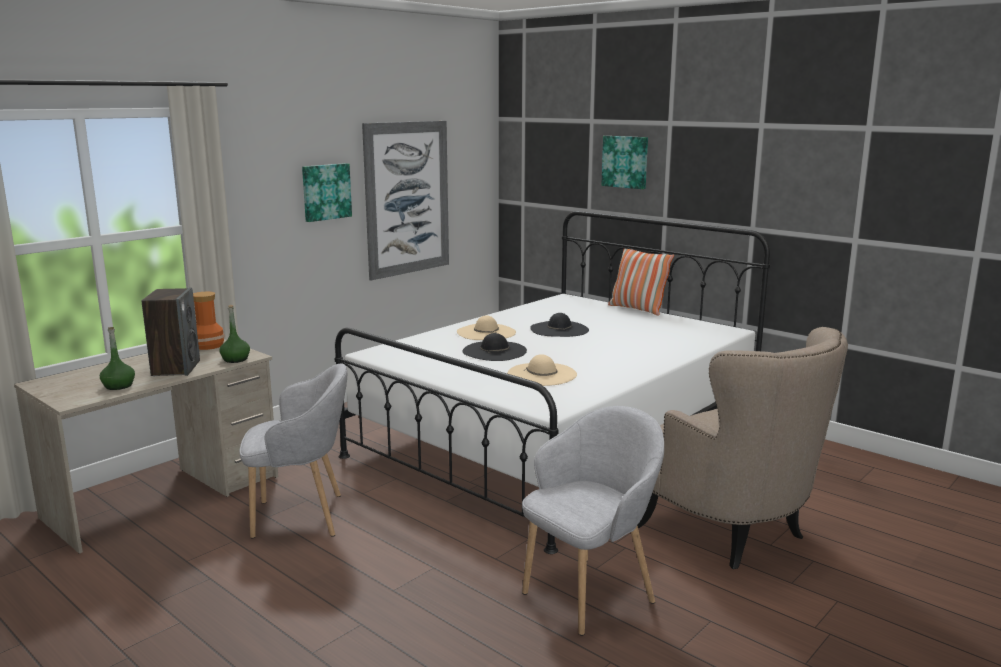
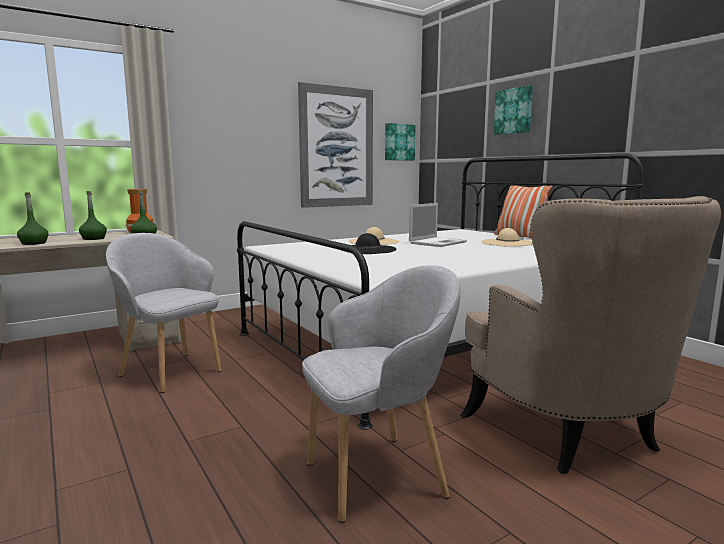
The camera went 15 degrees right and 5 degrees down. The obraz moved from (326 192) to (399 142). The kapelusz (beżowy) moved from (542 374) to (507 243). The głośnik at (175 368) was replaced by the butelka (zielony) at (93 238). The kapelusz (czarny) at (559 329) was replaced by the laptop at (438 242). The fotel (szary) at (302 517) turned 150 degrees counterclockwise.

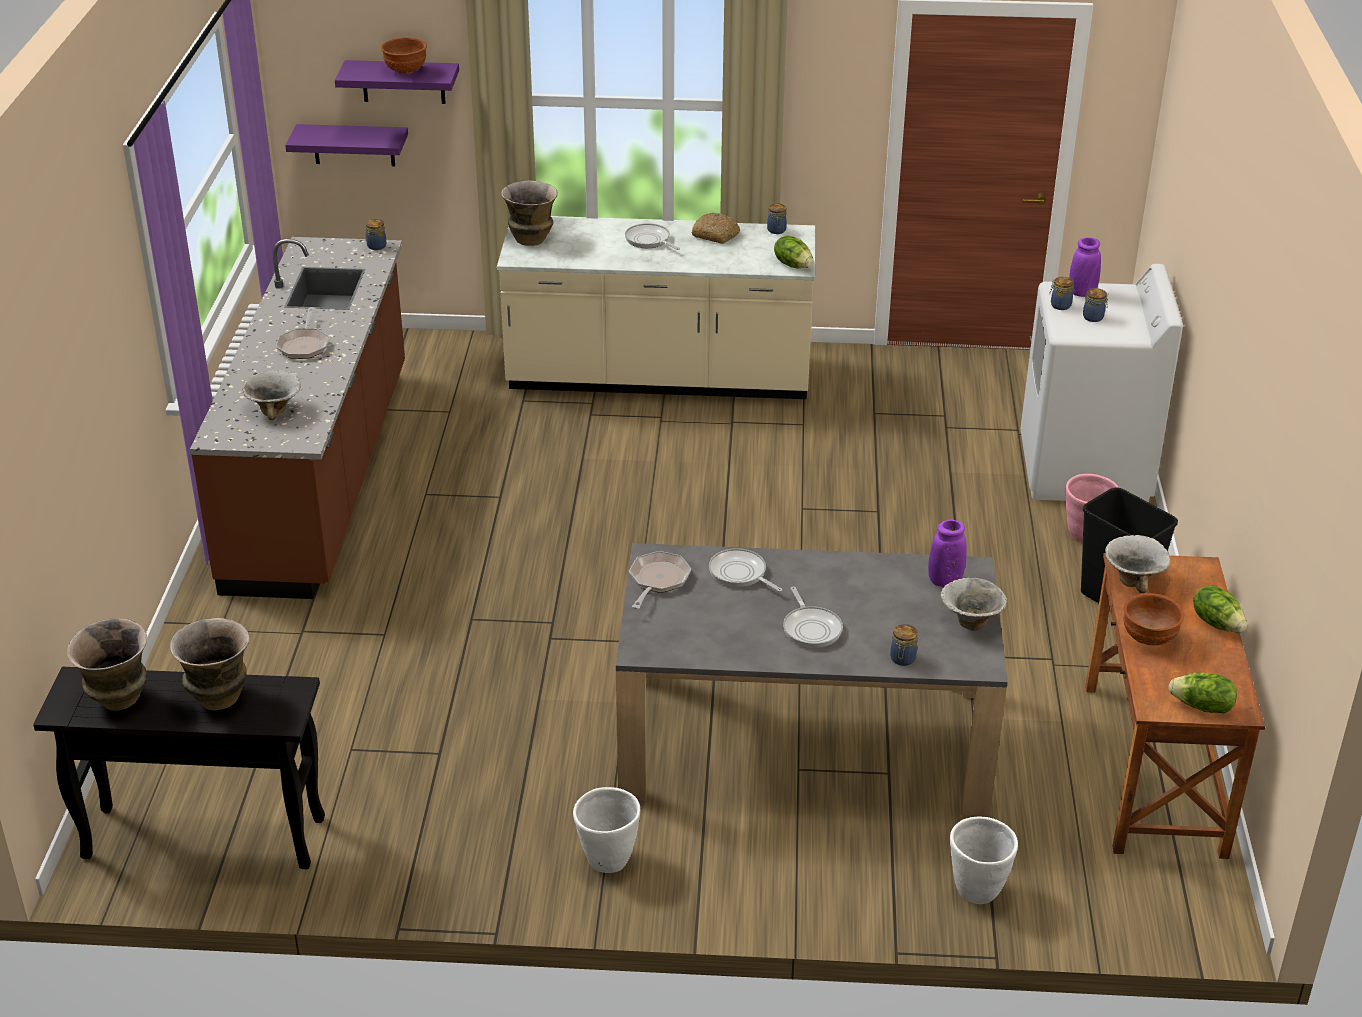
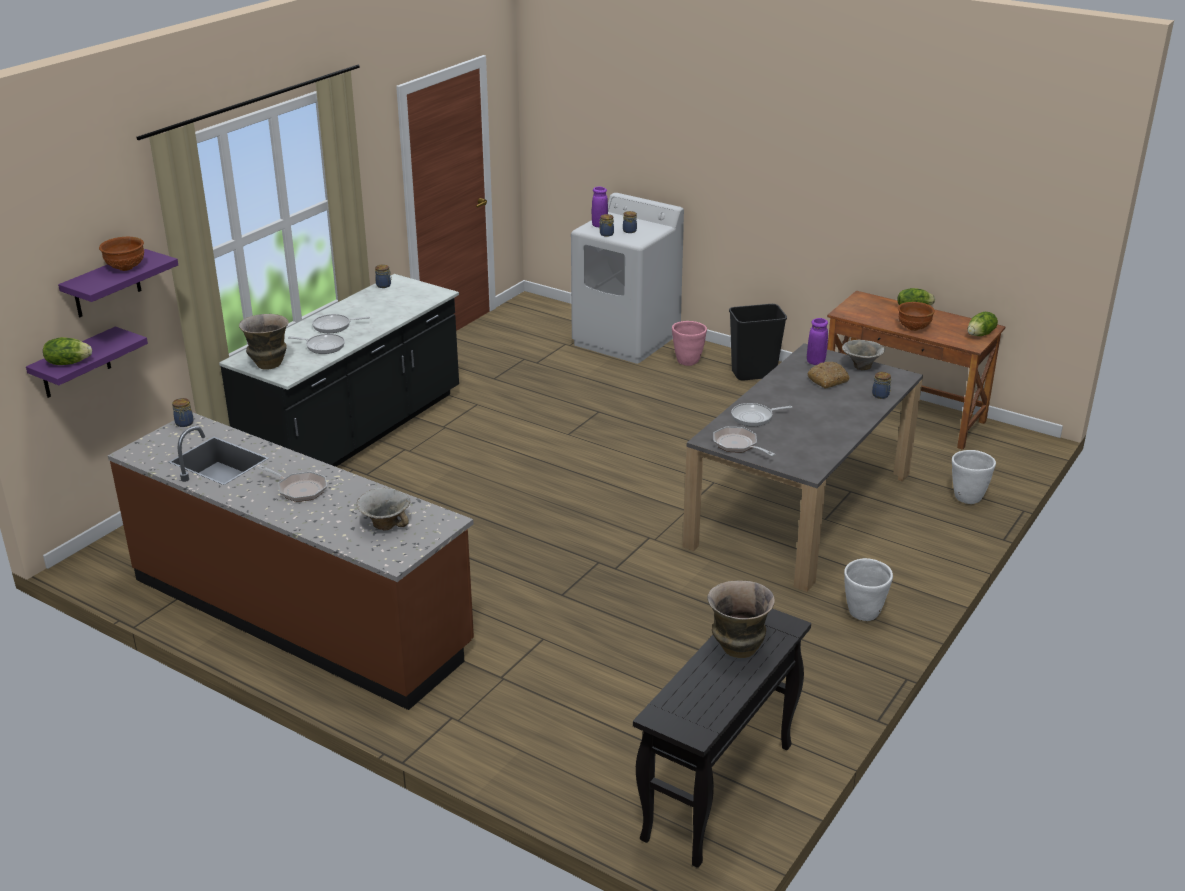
The camera went 60 degrees left and 5 degrees down. The wazon at (119 700) disappeared. The miska at (1134 580) disappeared. The chleb moved from (716 235) to (828 380). The sałata moved from (793 265) to (68 363). The patelnia moved from (811 628) to (323 346). The zabudowa kuchenna (beżowy) at (659 378) became the zabudowa kuchenna (czarny) at (356 435).

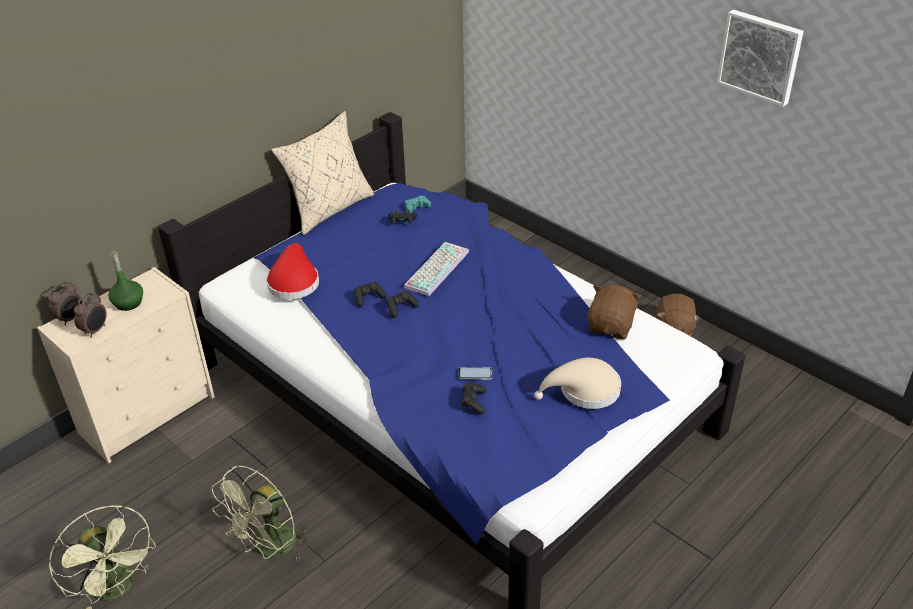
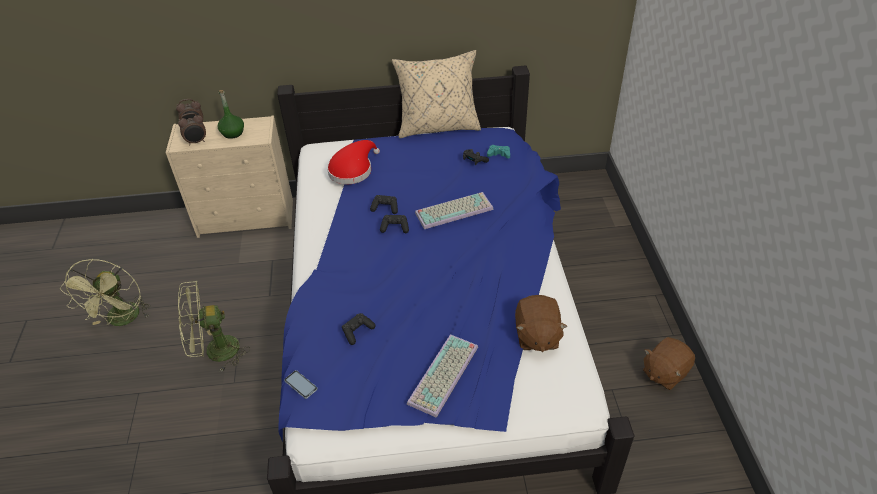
The camera went 40 degrees right and 5 degrees up. The obraz at (760 56) disappeared. The telefon moved from (475 374) to (301 385). The kapelusz (beżowy) at (584 391) was replaced by the klawiatura at (444 376). The pluszak (brązowy) at (611 327) turned 120 degrees clockwise.

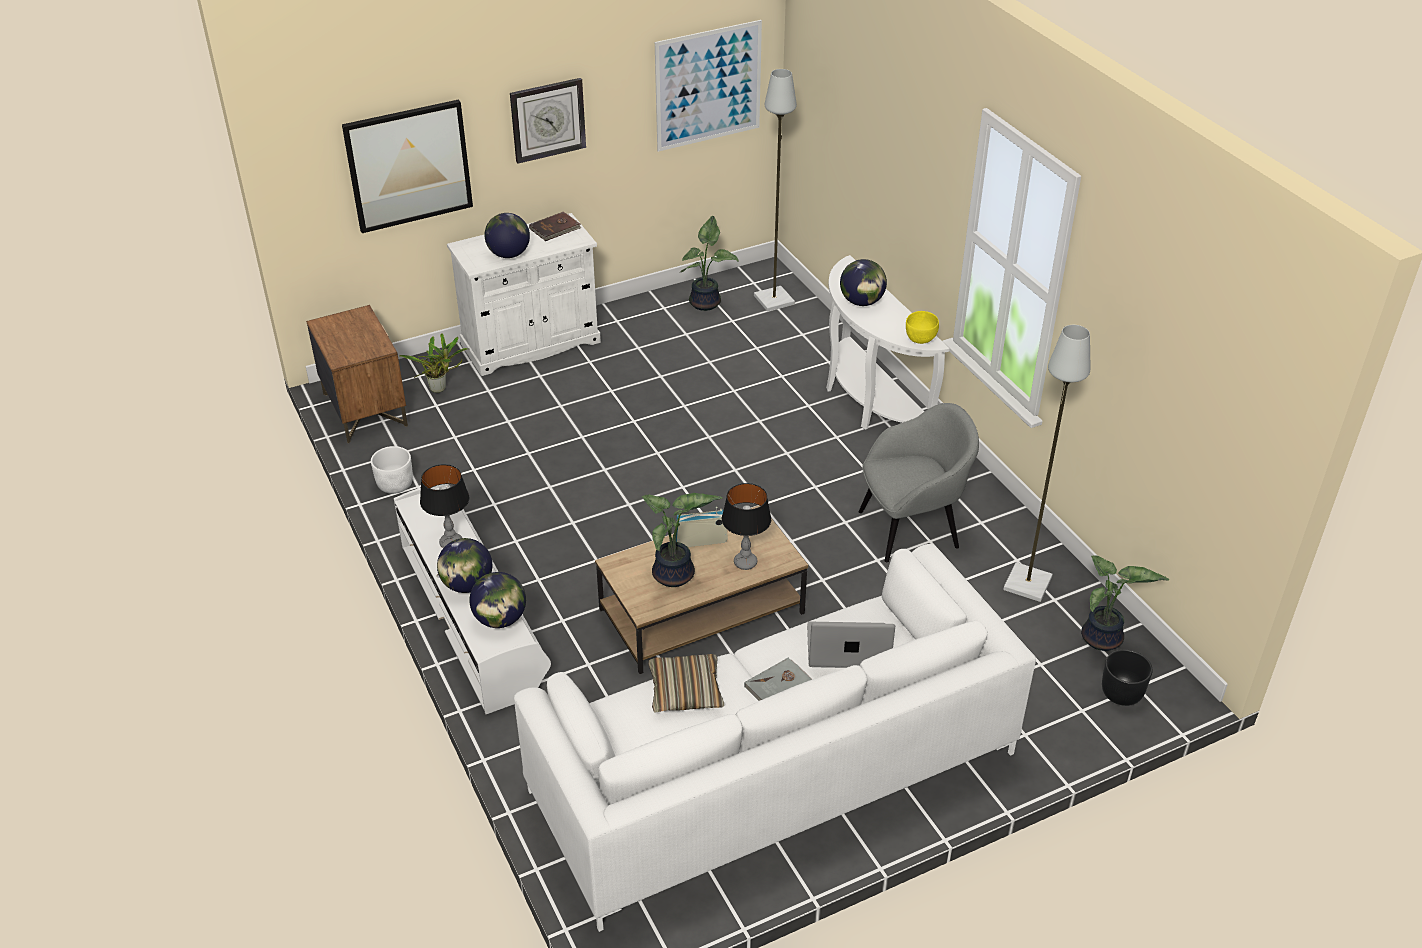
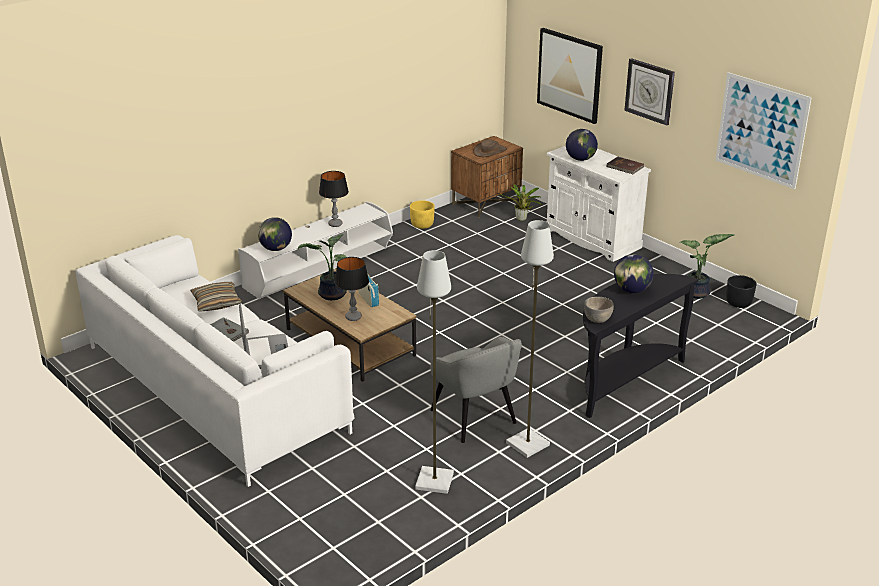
The camera went 75 degrees right and 10 degrees down. The globus at (467 585) disappeared. The roślina doniczkowa at (1103 640) disappeared. The kapelusz (brązowy) at (490 151) appeared. The lampa stojąca (szary) moved from (775 300) to (527 444). The donica (czarny) moved from (1121 693) to (738 303). The donica (biały) at (395 484) became the donica (żółty) at (422 225). The stolik konsolowy (biały) at (867 401) became the stolik konsolowy (czarny) at (623 380). The miska (żółty) at (920 339) became the miska (szary) at (597 320).

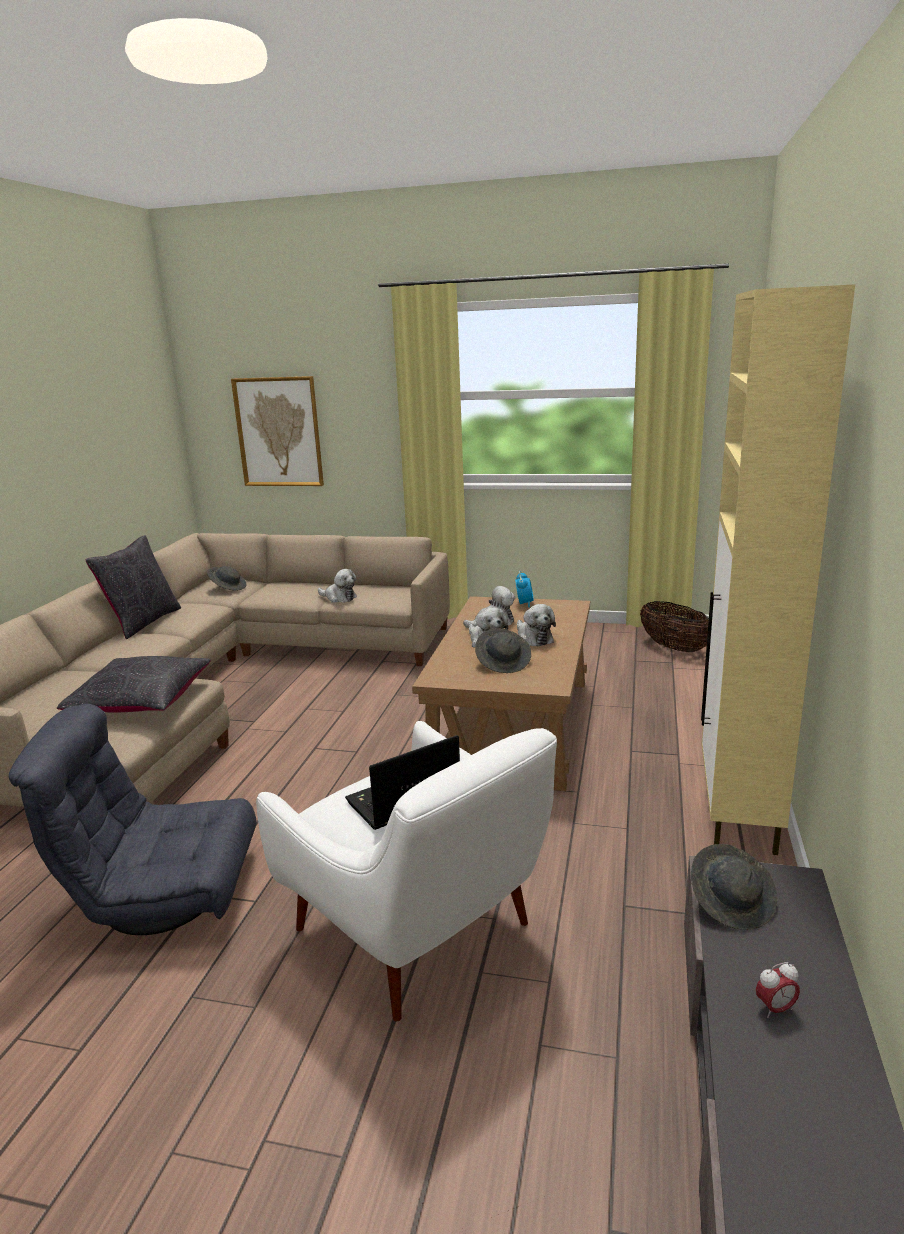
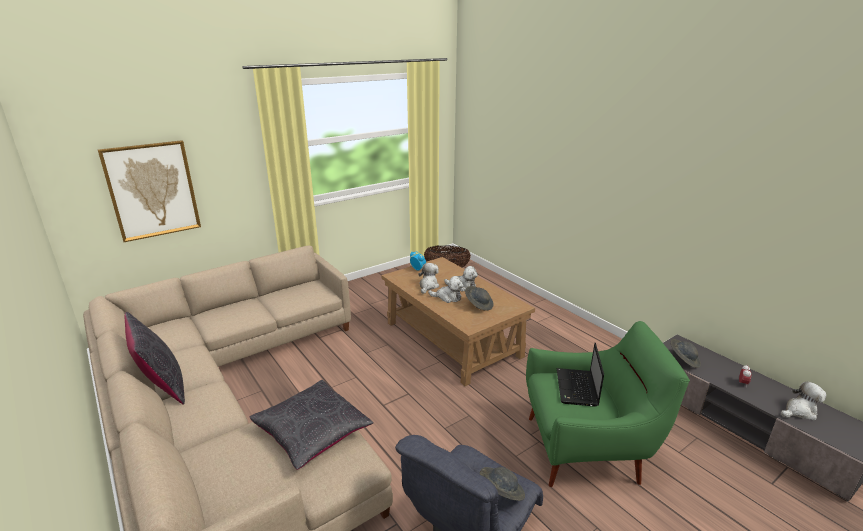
The camera went 50 degrees left and 5 degrees up. The szafka (beżowy) at (738 812) disappeared. The kapelusz (szary) moved from (228 587) to (501 492). The pluszak moved from (339 598) to (799 411). The fotel (biały) at (419 933) became the fotel (zielony) at (587 449).

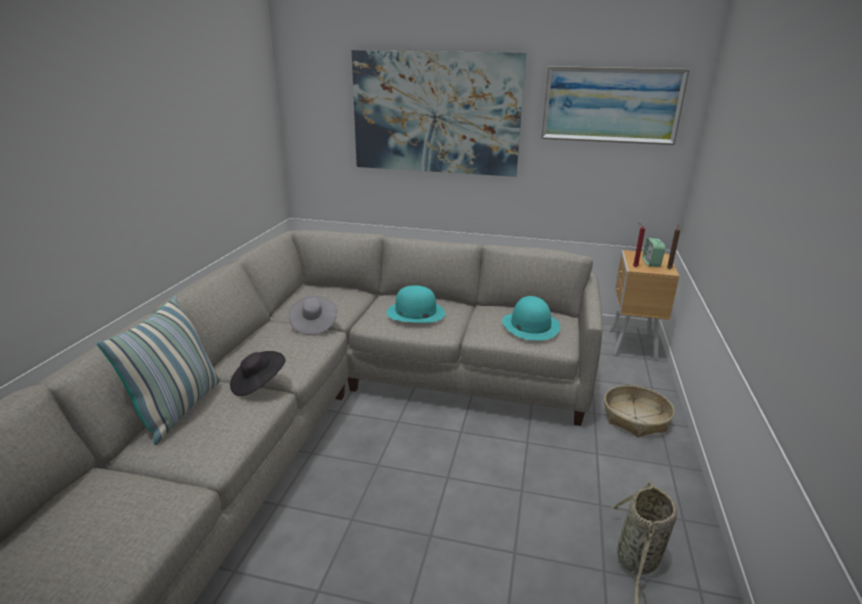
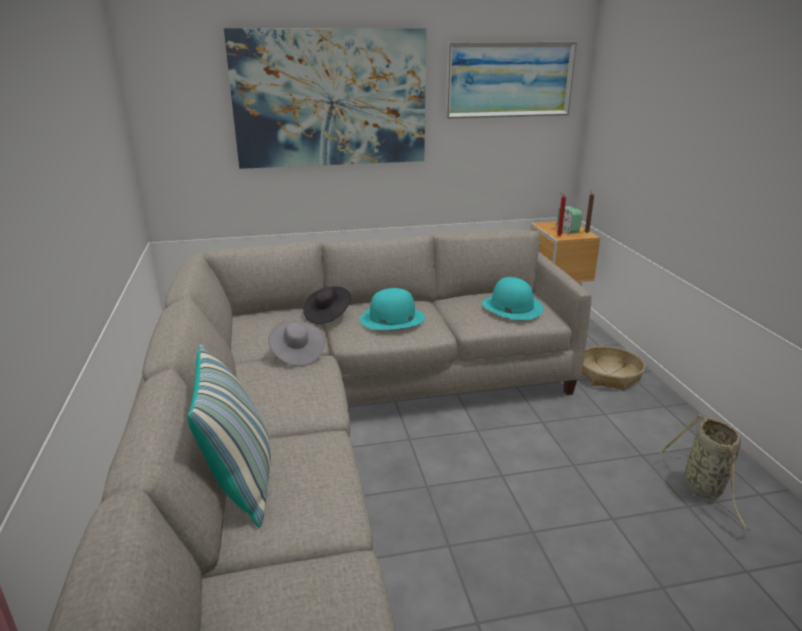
The camera went 25 degrees left and 0 degrees up. The kapelusz (czarny) moved from (258 384) to (327 315).

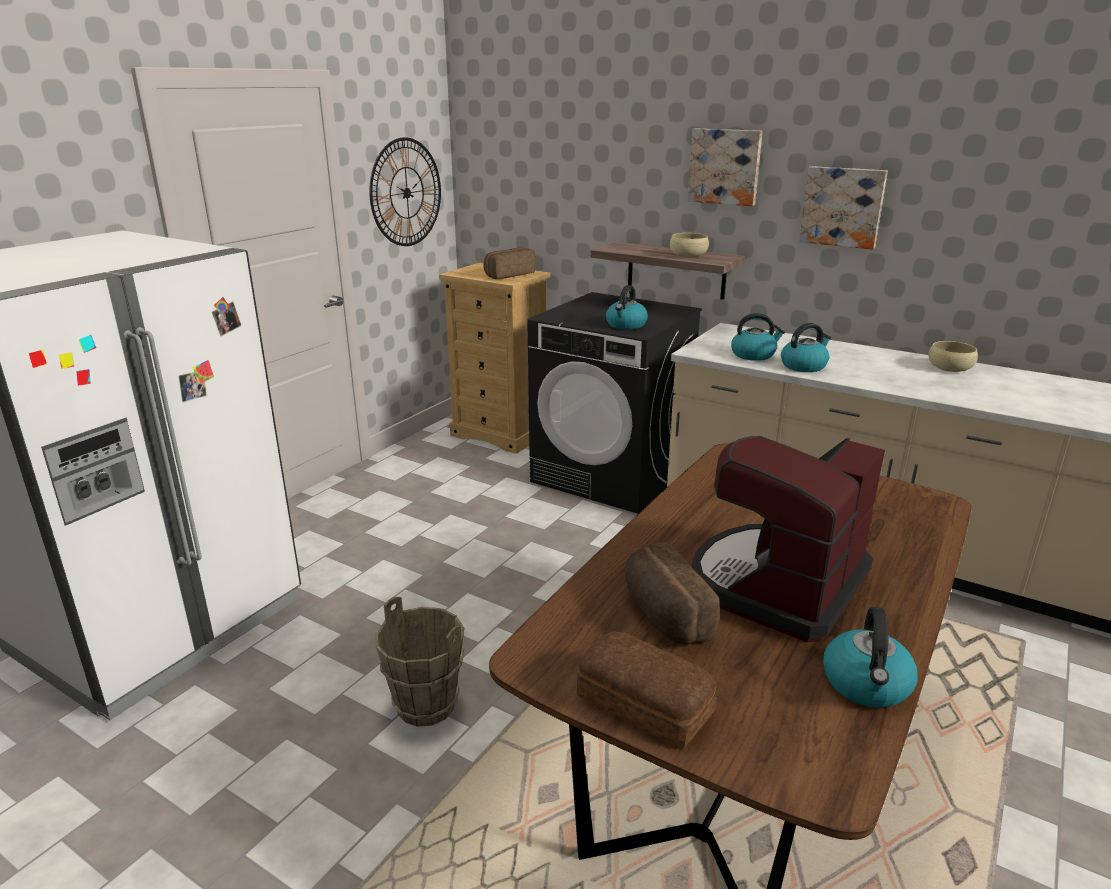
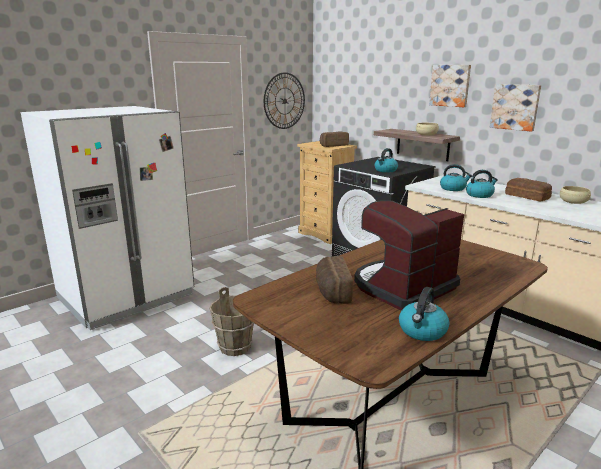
The camera went 15 degrees right and 5 degrees down. The chleb moved from (645 705) to (527 196).

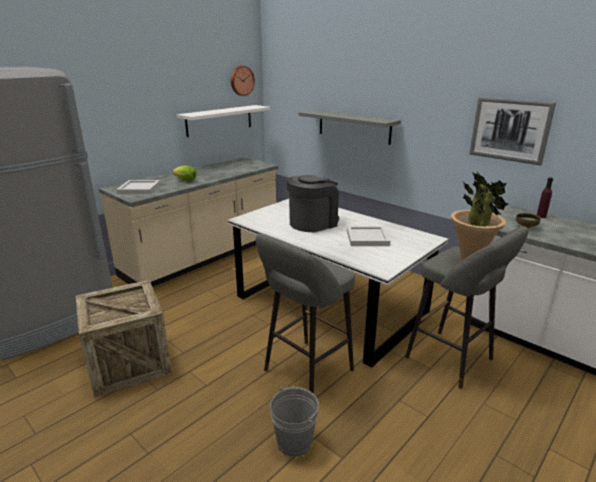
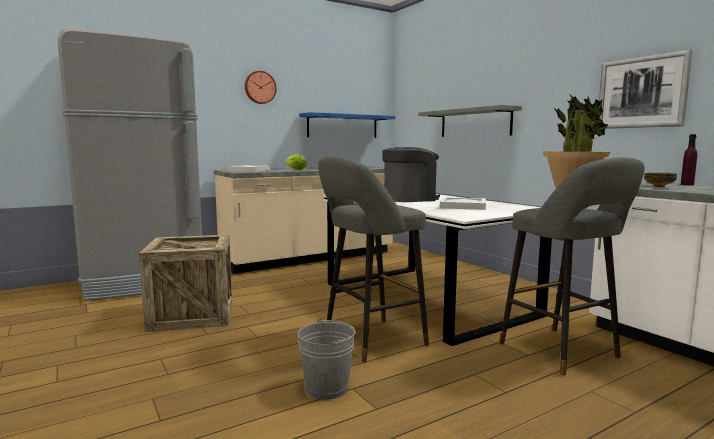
The camera went 15 degrees right and 15 degrees down. The zegar ścienny moved from (241 80) to (260 87). The półka (biały) at (219 120) became the półka (niebieski) at (342 126).

